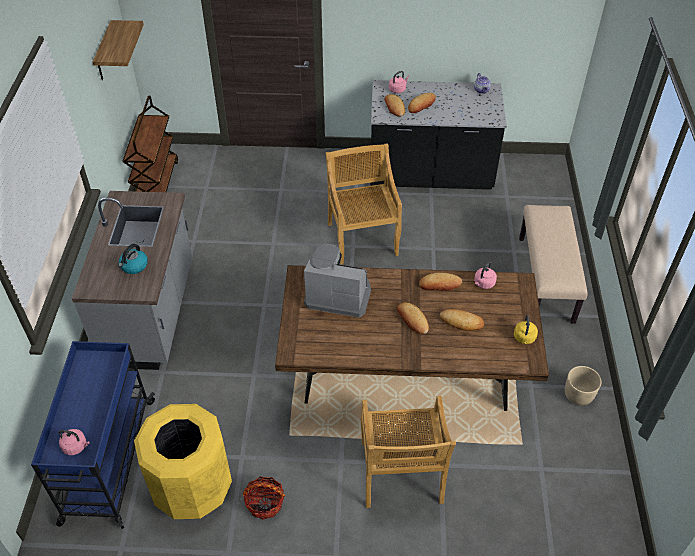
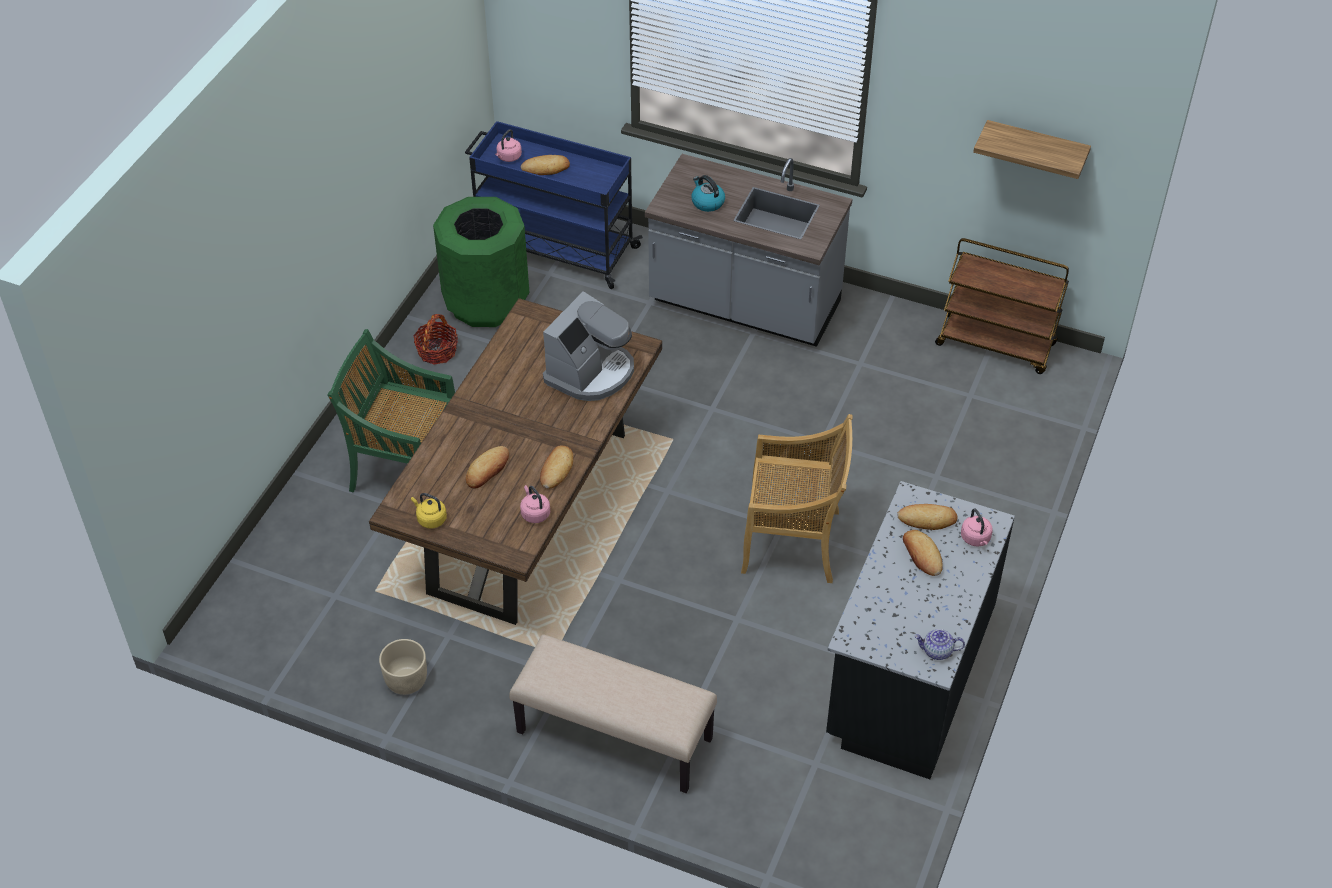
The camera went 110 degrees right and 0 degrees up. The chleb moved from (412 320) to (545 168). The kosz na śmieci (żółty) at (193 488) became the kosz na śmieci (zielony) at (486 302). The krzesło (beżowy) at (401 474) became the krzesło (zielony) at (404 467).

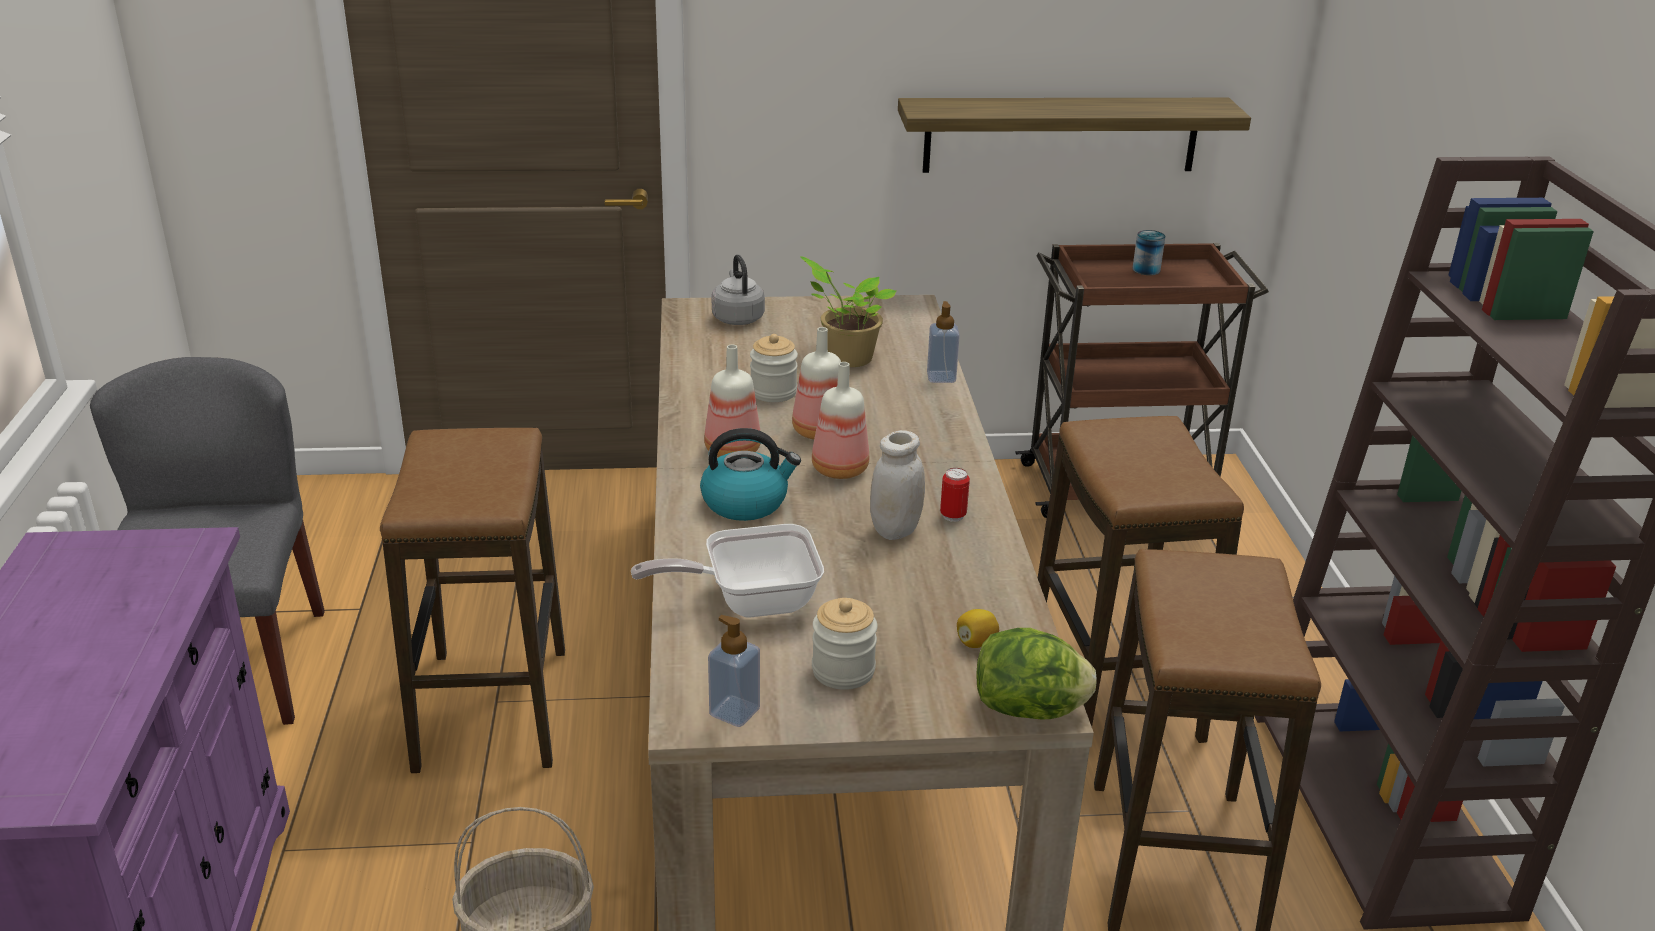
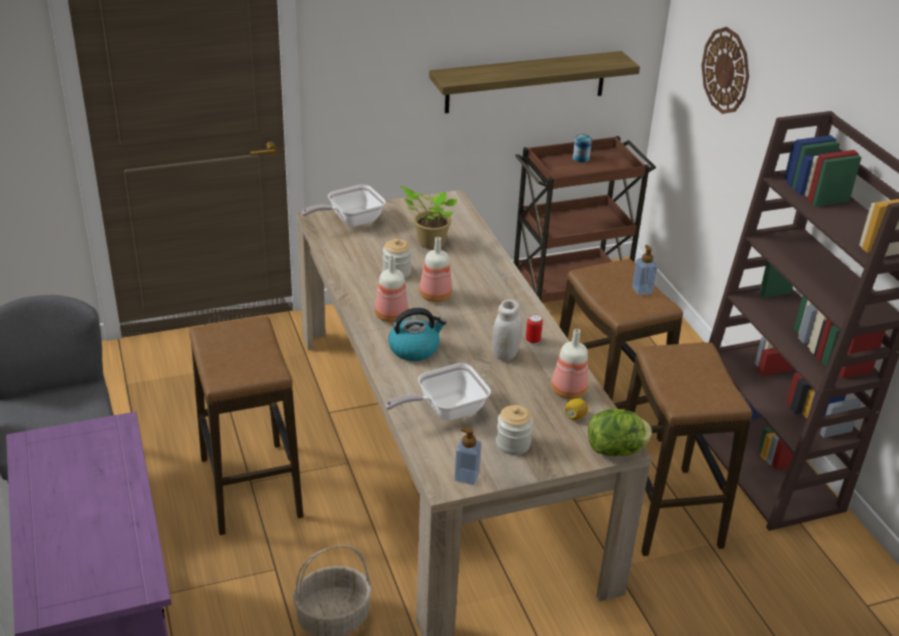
The camera went 15 degrees left and 5 degrees up. The zegar ścienny at (726 70) appeared. The butelka moved from (838 470) to (568 391). The dozownik mydła moved from (941 377) to (642 290). The czajnik (szary) at (737 317) was replaced by the patelnia at (350 221).

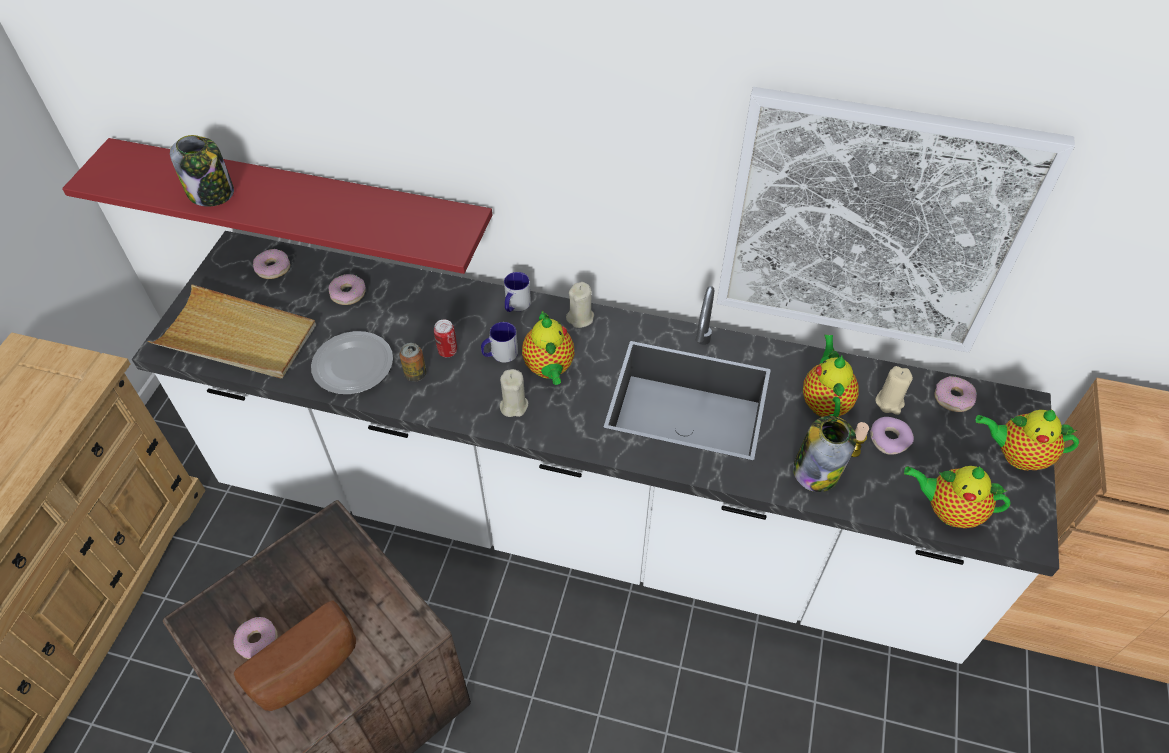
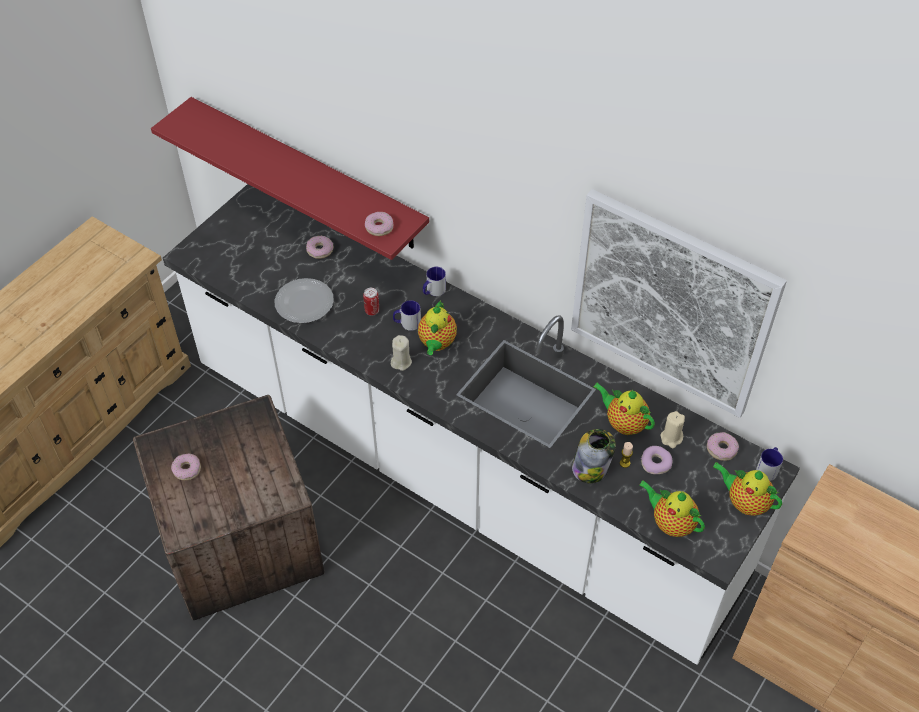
The camera went 20 degrees right and 0 degrees up. The taca (beżowy) at (237 337) disappeared. The słoik at (212 193) disappeared. The chleb at (308 670) disappeared. The puszka at (415 374) disappeared. The świeca (beżowy) at (580 318) disappeared. The kubek at (768 468) appeared. The donut moved from (273 268) to (379 227). The imbryk at (824 401) turned 75 degrees counterclockwise.

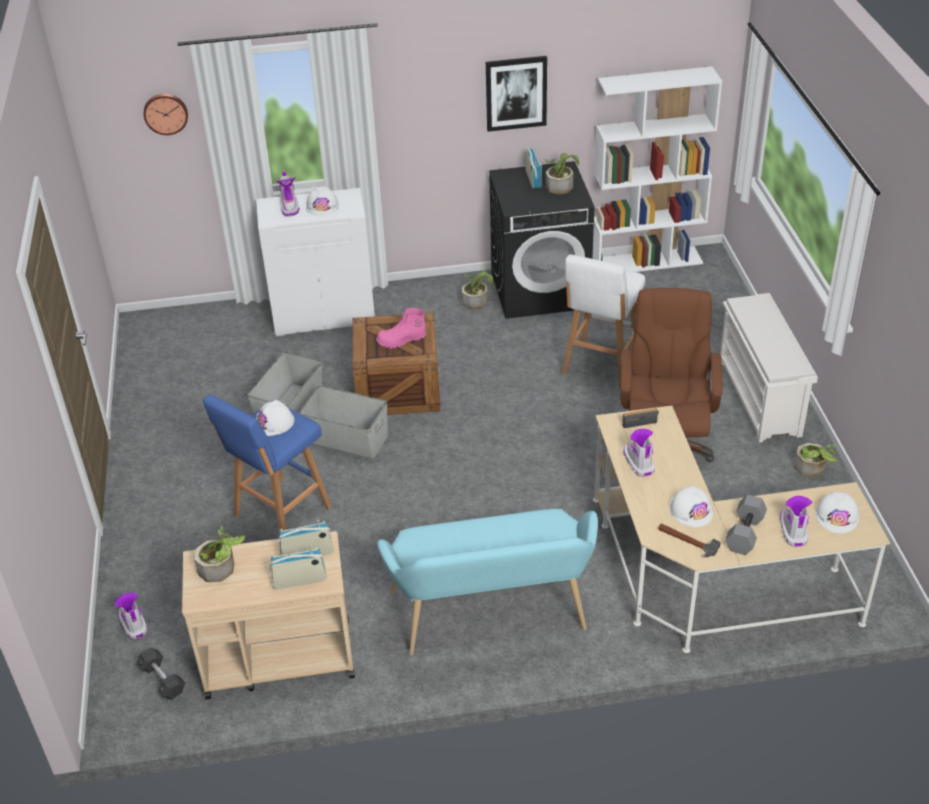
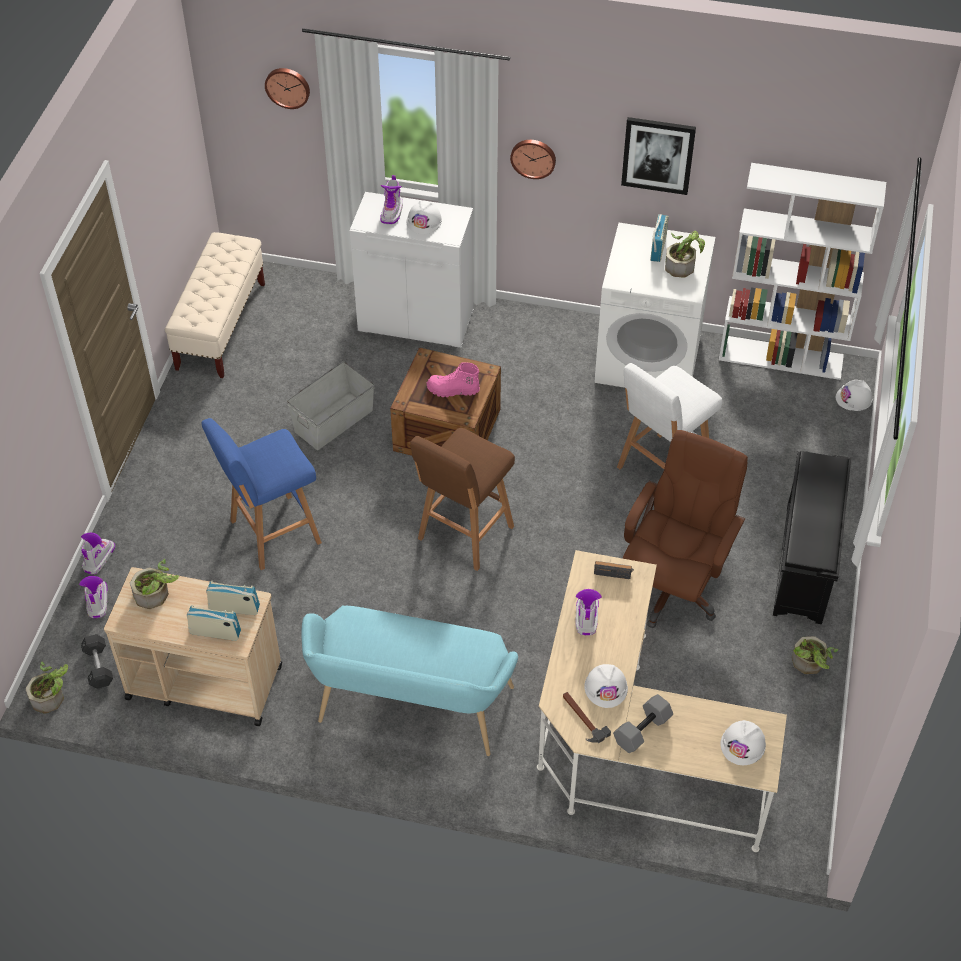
The camera went 20 degrees right and 10 degrees up. The pojemnik do przechowywania (szary) at (346 438) disappeared. The ławka (beżowy) at (221 326) appeared. The stołek (brązowy) at (463 535) appeared. The zegar ścienny at (533 157) appeared. The kask (biały) moved from (274 423) to (854 398). The roślina doniczkowa moved from (477 300) to (52 696). The but z cholewką moved from (792 530) to (98 558). The pralka (czarny) at (540 290) became the pralka (biały) at (649 358). The regał na buty (biały) at (760 398) became the regał na buty (czarny) at (805 564).

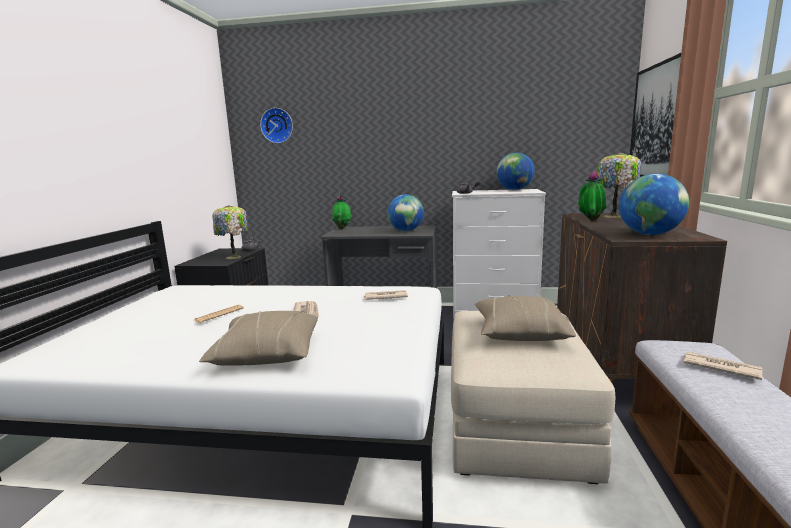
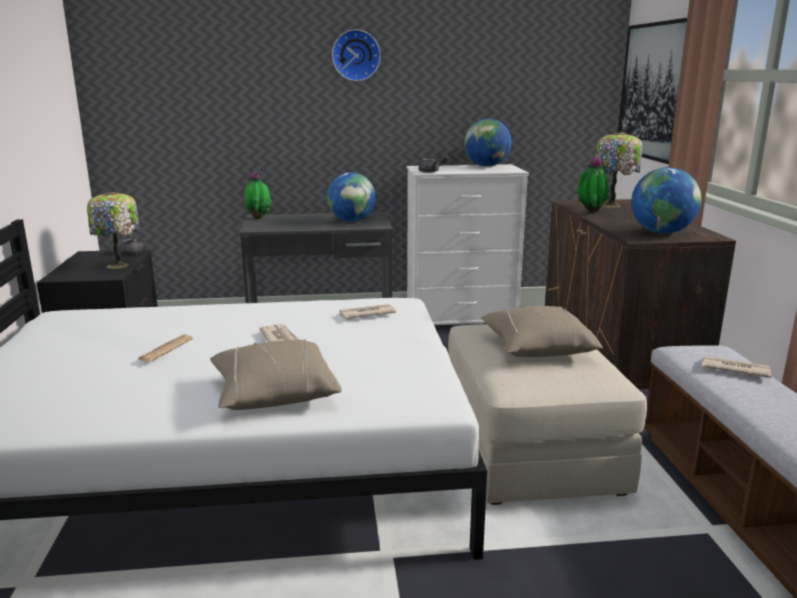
The camera went 15 degrees left and 5 degrees up. The zegar ścienny moved from (277 125) to (356 55).

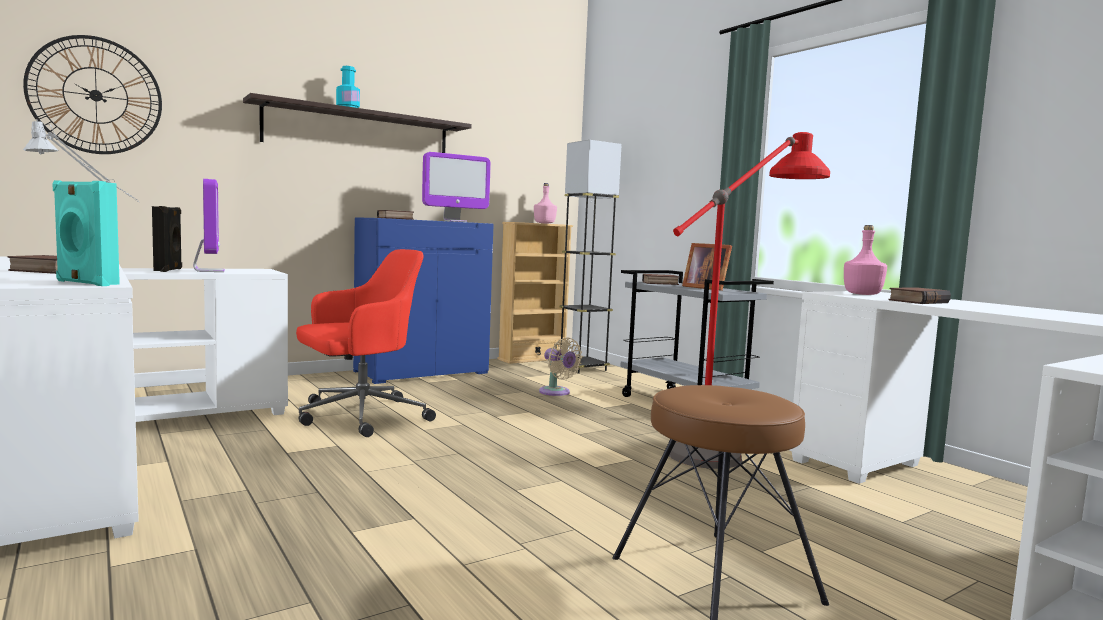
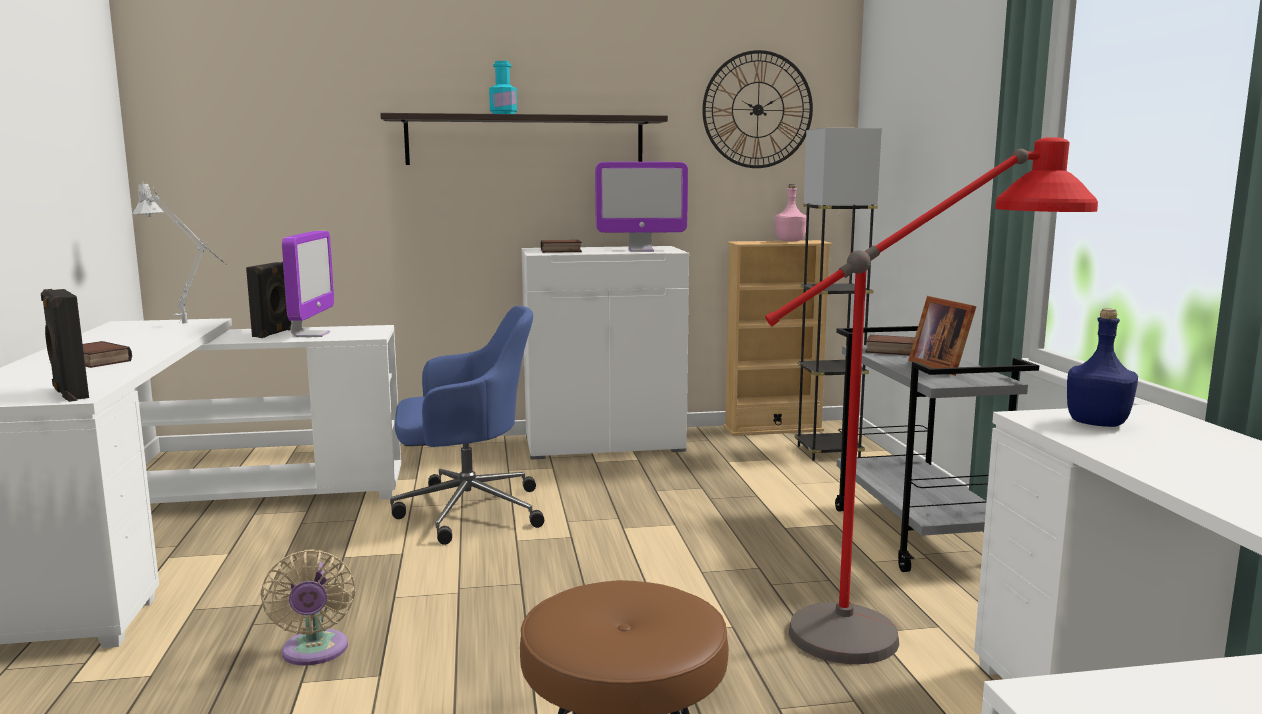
The camera went 25 degrees right and 5 degrees up. The książka at (917 301) disappeared. The zegar ścienny moved from (96 95) to (757 110). The wentylator (beżowy) moved from (556 392) to (314 652). The głośnik (turkusowy) at (85 283) became the głośnik (czarny) at (69 393). The krzesło biurowe (czerwony) at (360 416) became the krzesło biurowe (niebieski) at (466 511). The szafka (niebieski) at (421 372) became the szafka (biały) at (604 443). The butelka (różowy) at (862 294) became the butelka (niebieski) at (1097 422).

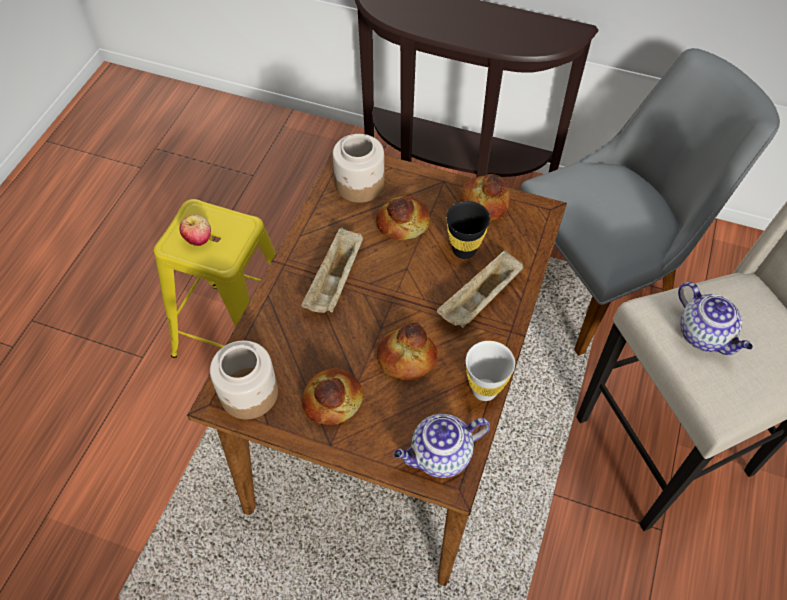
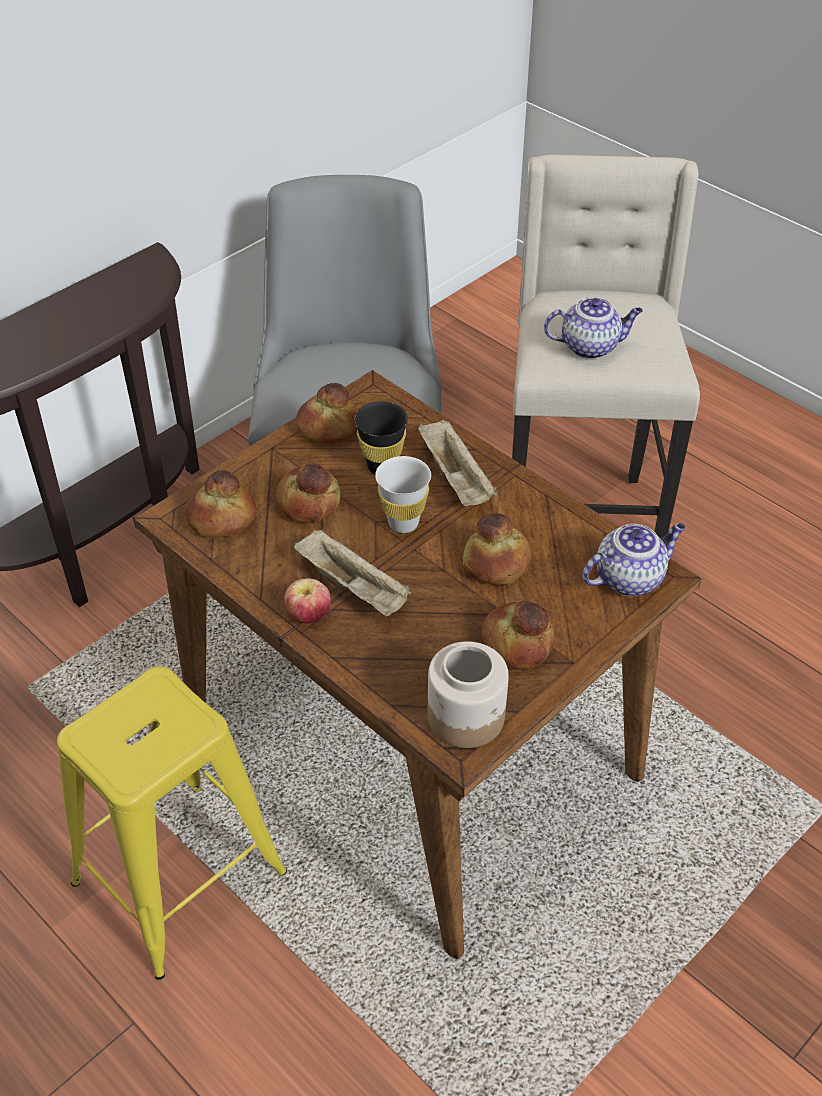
The camera went 65 degrees left and 10 degrees down. The jabłko moved from (198 239) to (309 616). The filiżanka (biały) moved from (484 390) to (403 523). The słoik at (360 185) was replaced by the chleb at (221 519). The imbryk at (439 456) turned 120 degrees counterclockwise.

